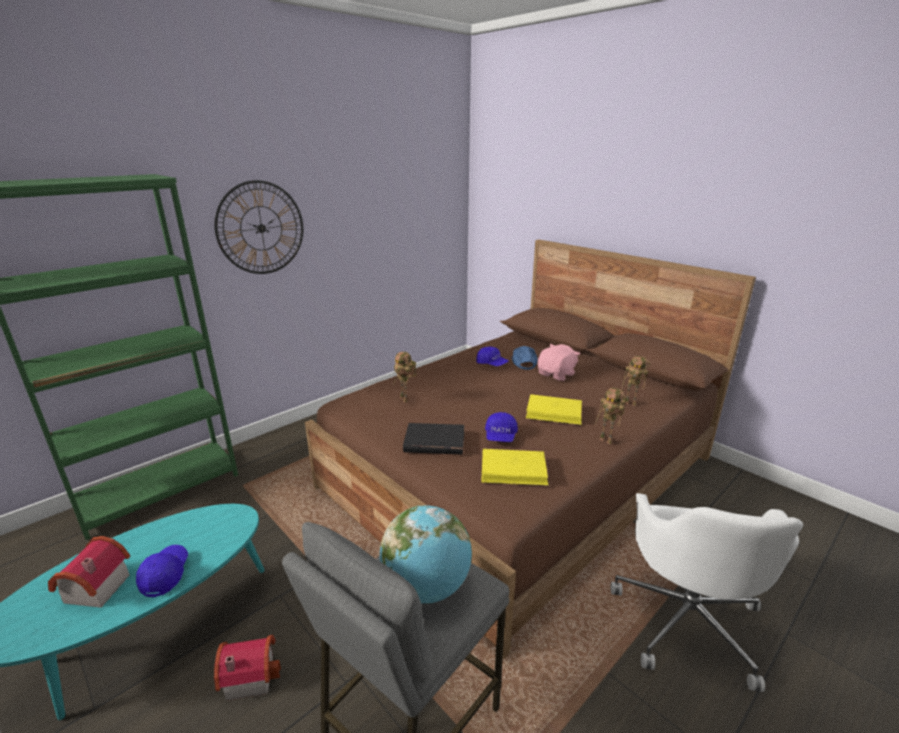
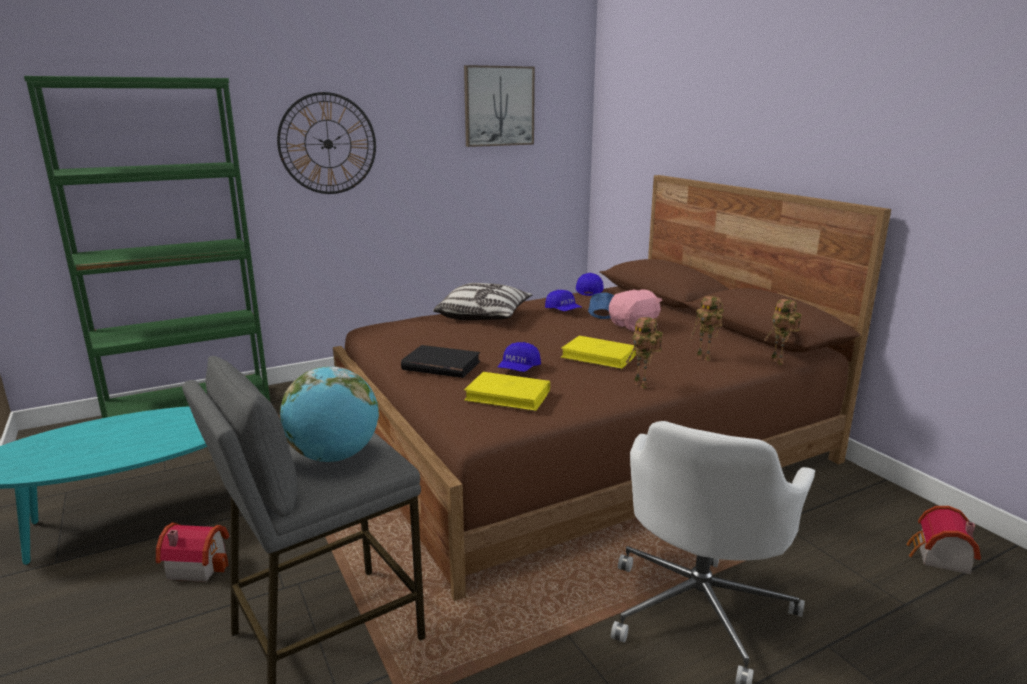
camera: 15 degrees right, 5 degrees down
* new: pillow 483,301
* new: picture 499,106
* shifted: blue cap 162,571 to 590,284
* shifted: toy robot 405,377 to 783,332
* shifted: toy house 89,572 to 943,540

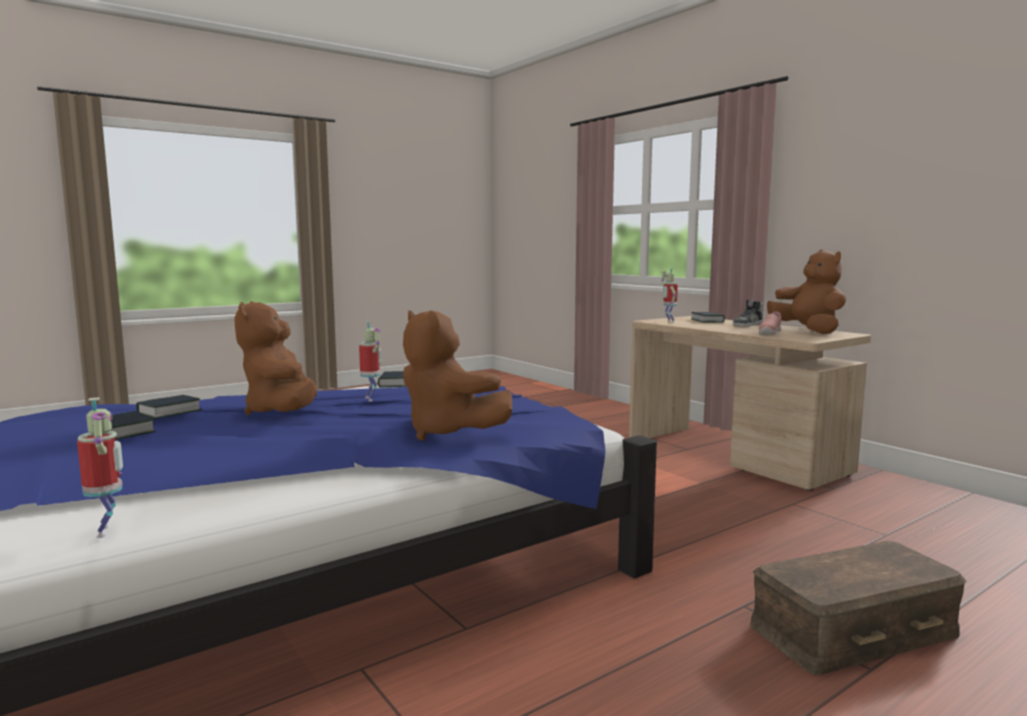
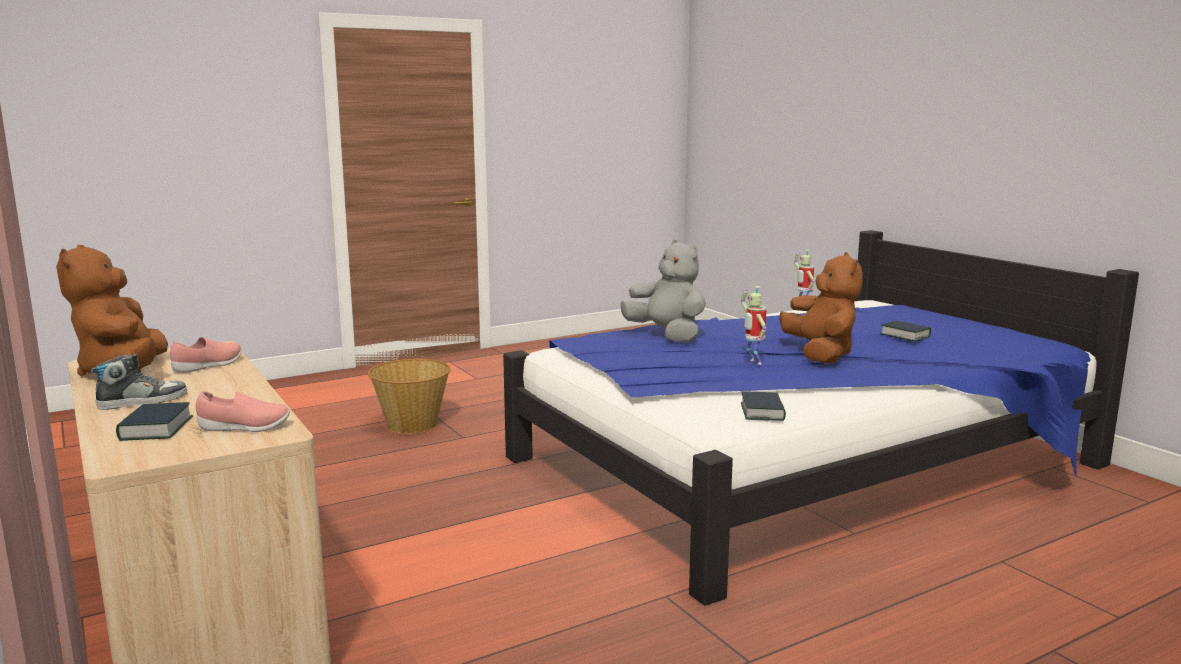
camera: 175 degrees left, 5 degrees up
* swapped: toy robot 669,295 to pink shoe 243,411
* swapped: brown storage box 858,608 to basket 409,396
* repainted: brown plush toy 457,375 to grey plush toy 663,290
* gone: book 169,407

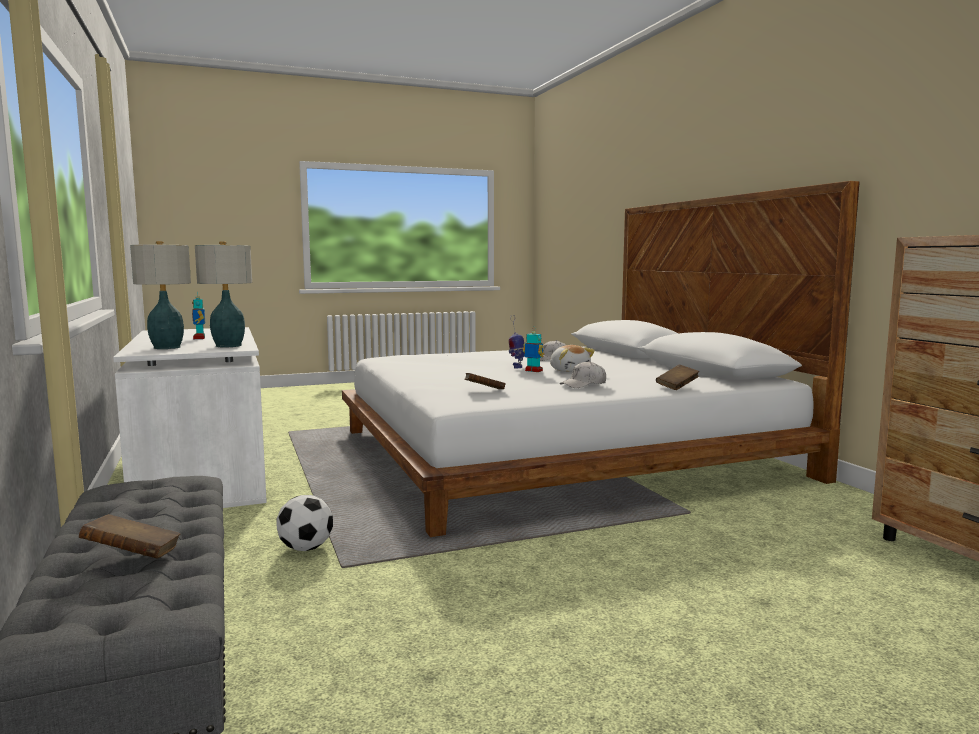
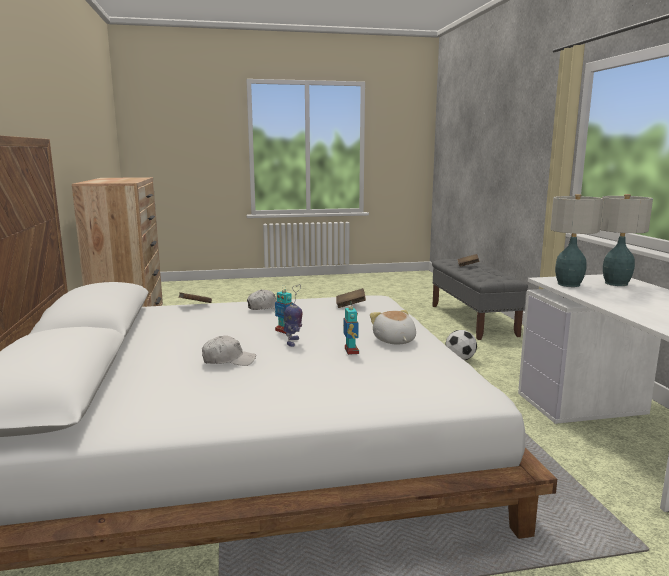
camera: 170 degrees left, 5 degrees up
* shifted: toy robot 198,315 to 351,328
* shifted: plush toy 572,358 to 393,327

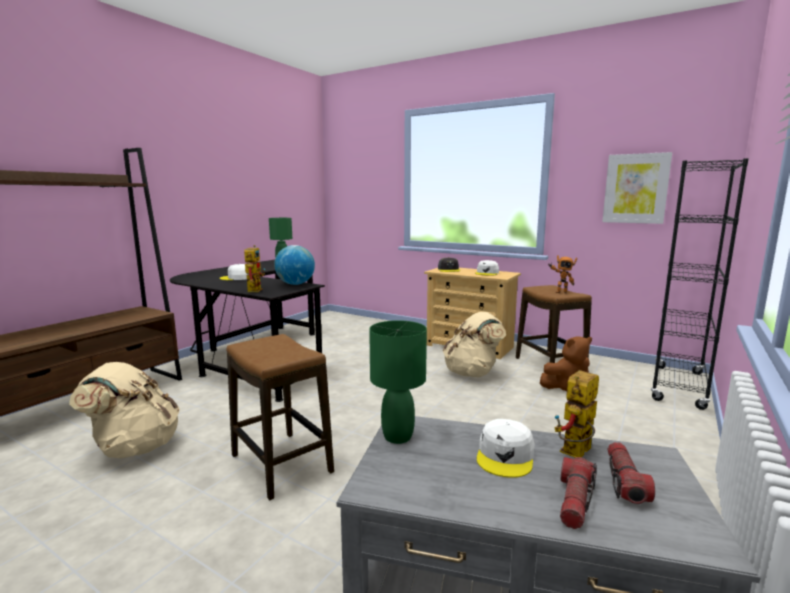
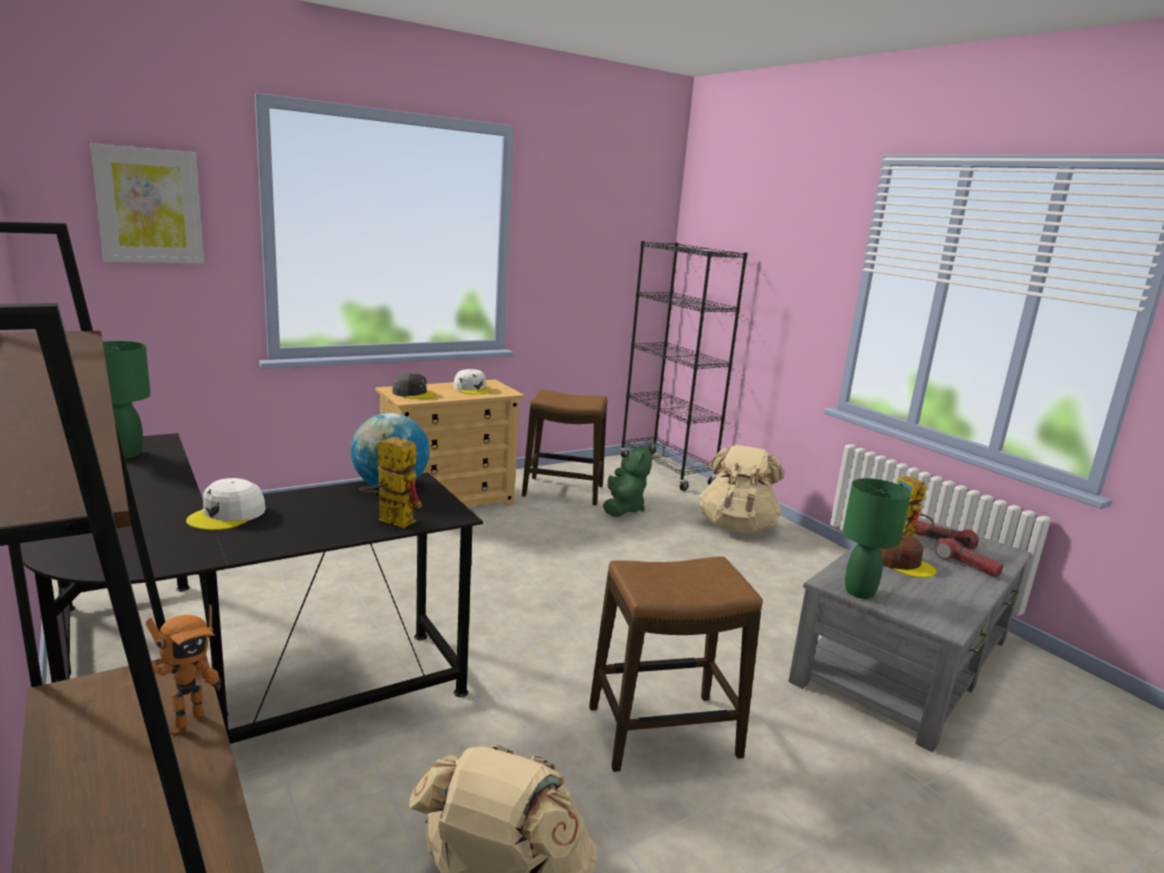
camera: 65 degrees left, 5 degrees up
* shifted: picture 637,188 to 147,203
* shifted: toy robot 562,274 to 175,671
* repainted: brown plush toy 566,363 to green plush toy 627,481
* shifted: beige backpack 474,344 to 742,489
* repainted: white cap 506,448 to brown cap 908,556

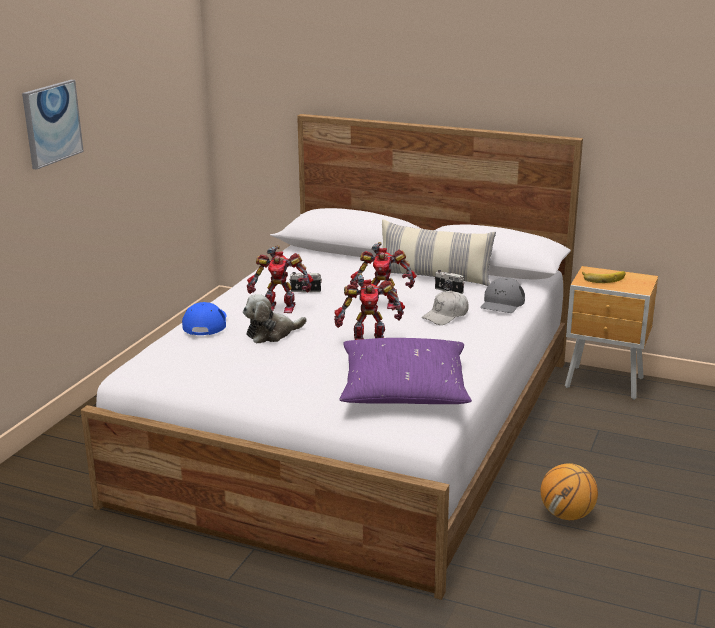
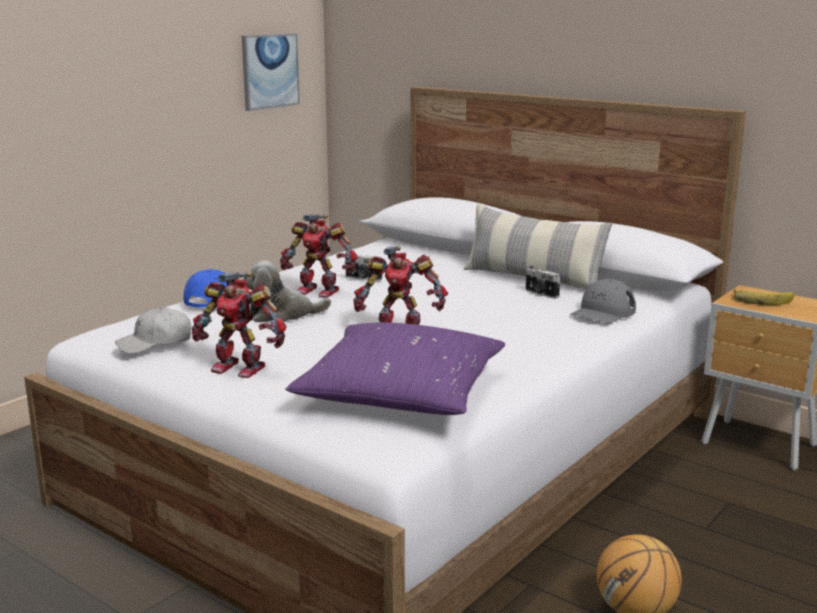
camera: 15 degrees right, 5 degrees down
* shifted: white cap 445,308 to 153,330
* shifted: toy robot 383,275 to 239,325
* shifted: picture 53,125 to 271,72

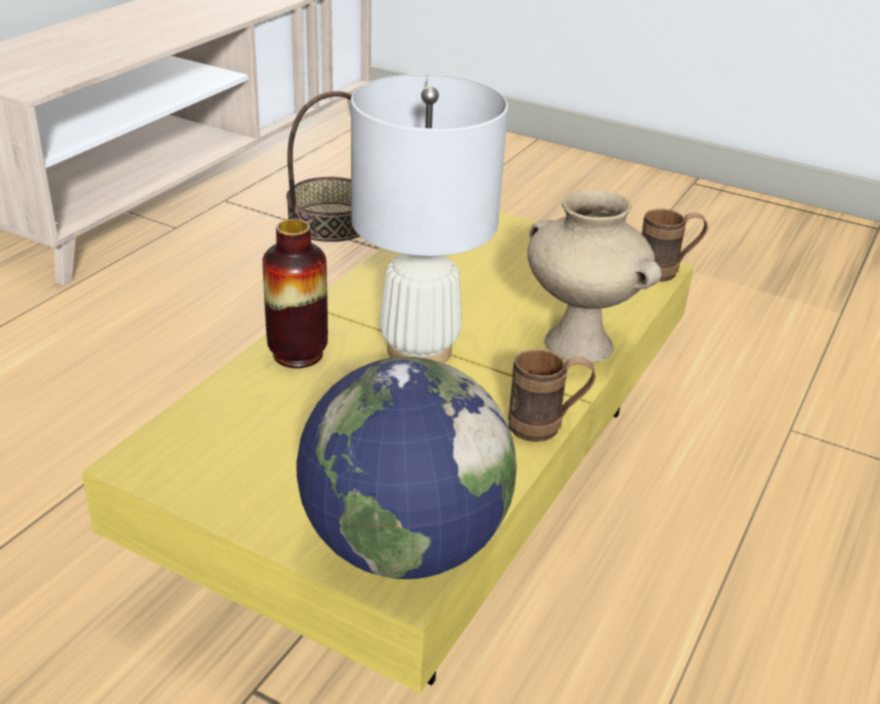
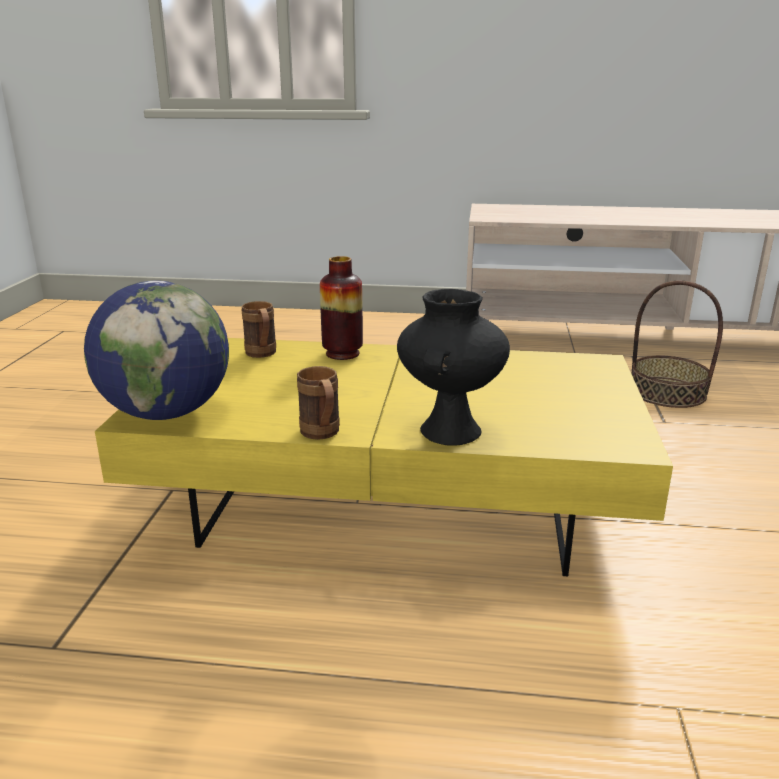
camera: 70 degrees right, 10 degrees down
* shifted: brown mug 675,245 to 259,329
* repainted: beige vase 594,276 to black vase 453,367
* gone: white table lamp 429,218

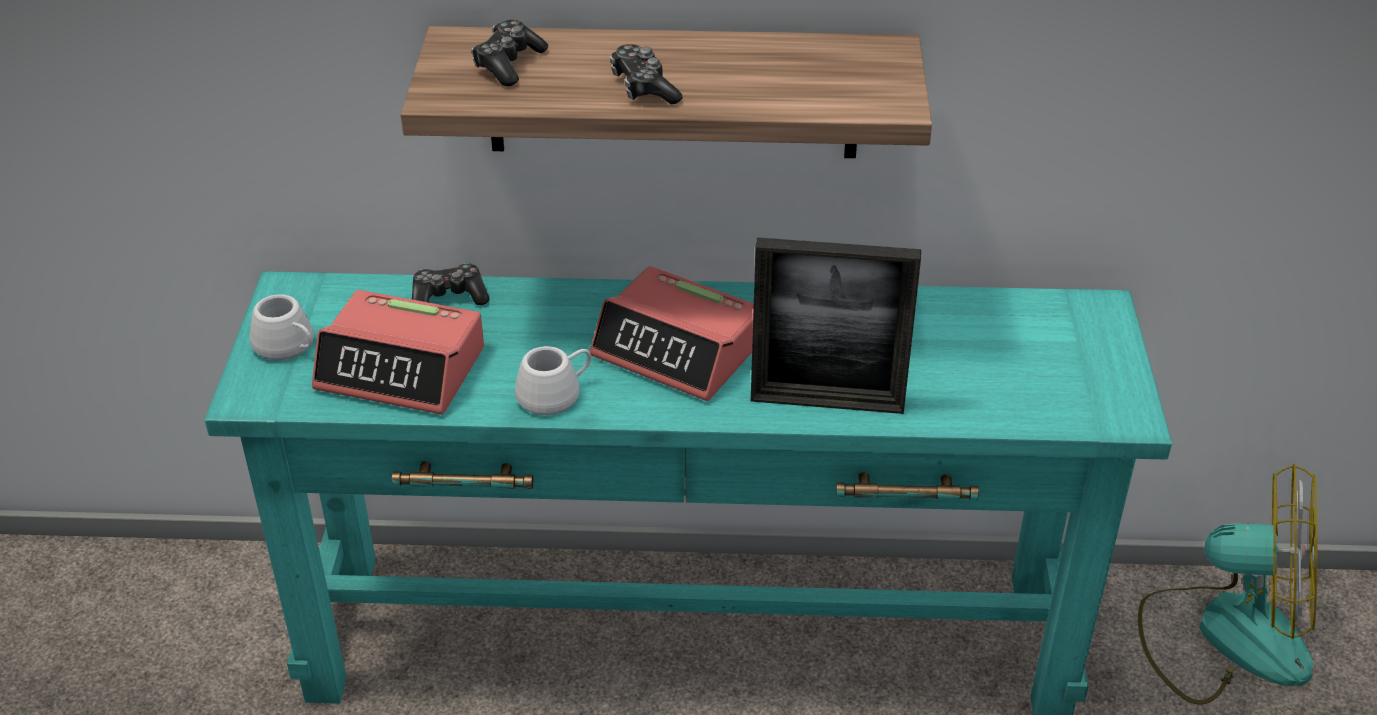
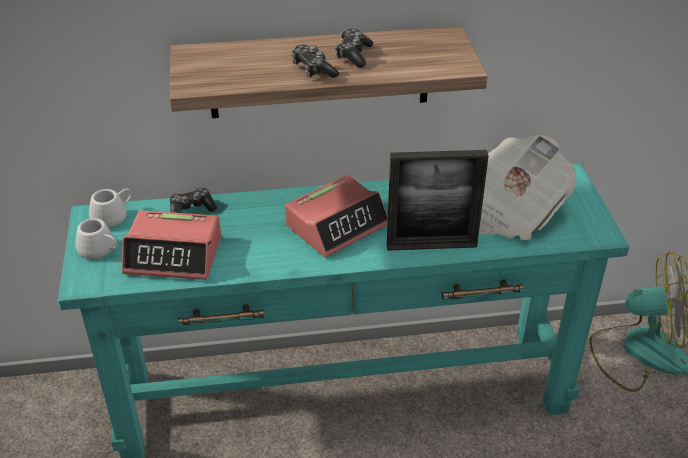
camera: 10 degrees left, 0 degrees up
* shifted: white mug 553,380 to 110,208
* rotated: alarm clock 672,333 = 336,216 60 degrees counterclockwise
* shifted: game controller 509,53 to 354,48
* new: newspaper 527,187

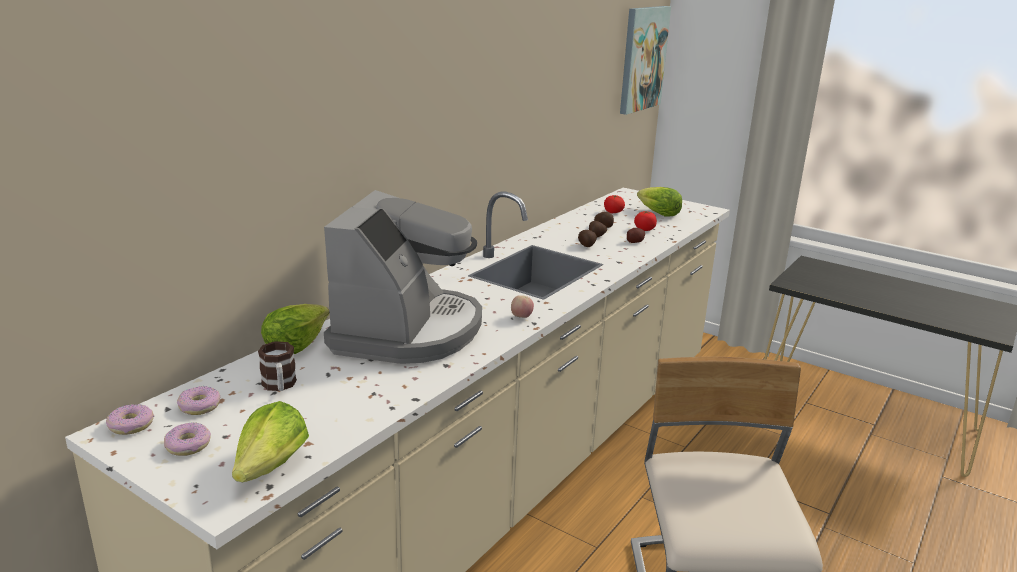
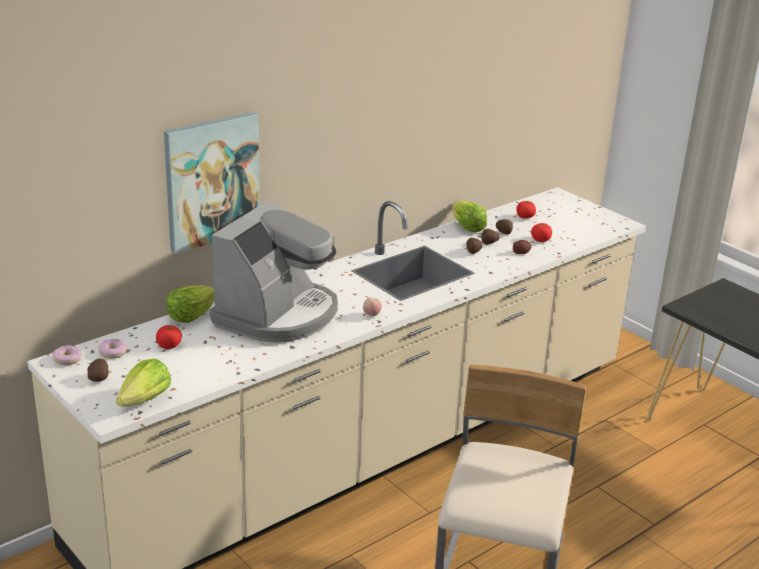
camera: 15 degrees right, 5 degrees up
* swapped: donut 187,439 to potato 98,370
* swapped: mug 277,366 to tomato 169,337
* shifted: picture 645,60 to 212,183
* shifted: lettuce 659,202 to 470,216

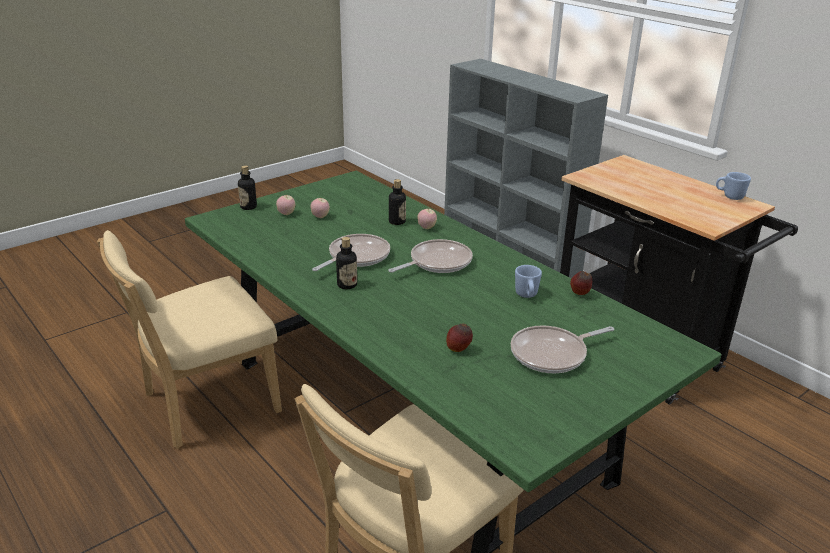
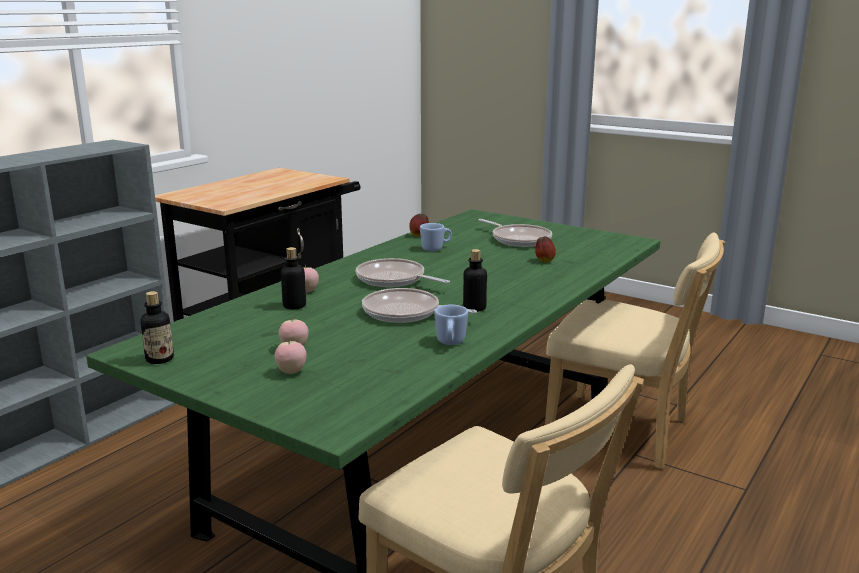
camera: 105 degrees left, 10 degrees down
* shifted: bottle 247,188 to 157,327
* shifted: blue mug 733,186 to 451,325

